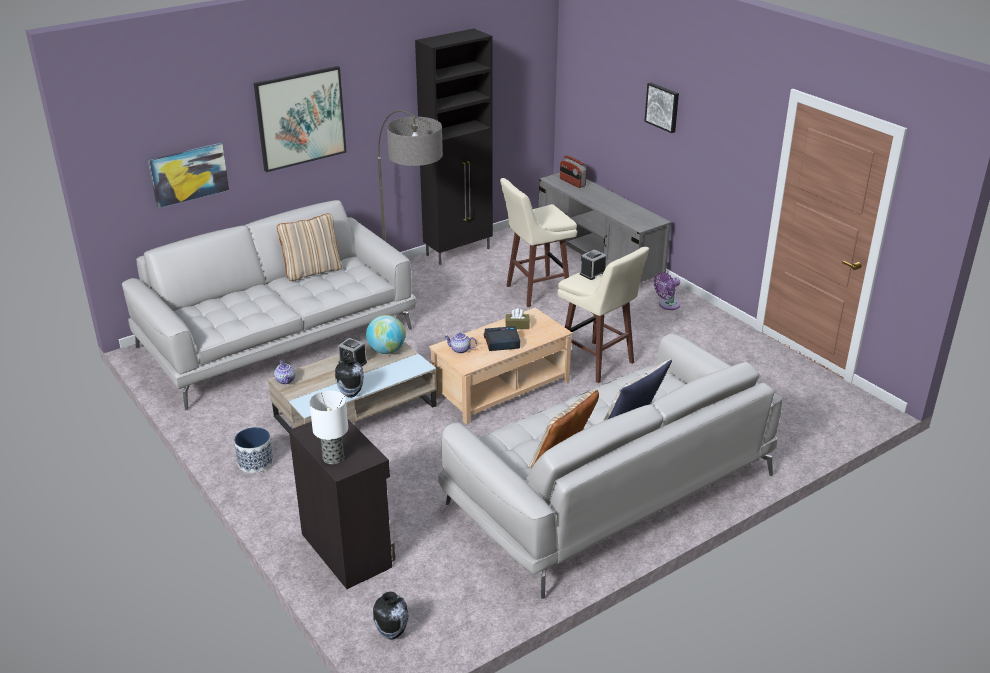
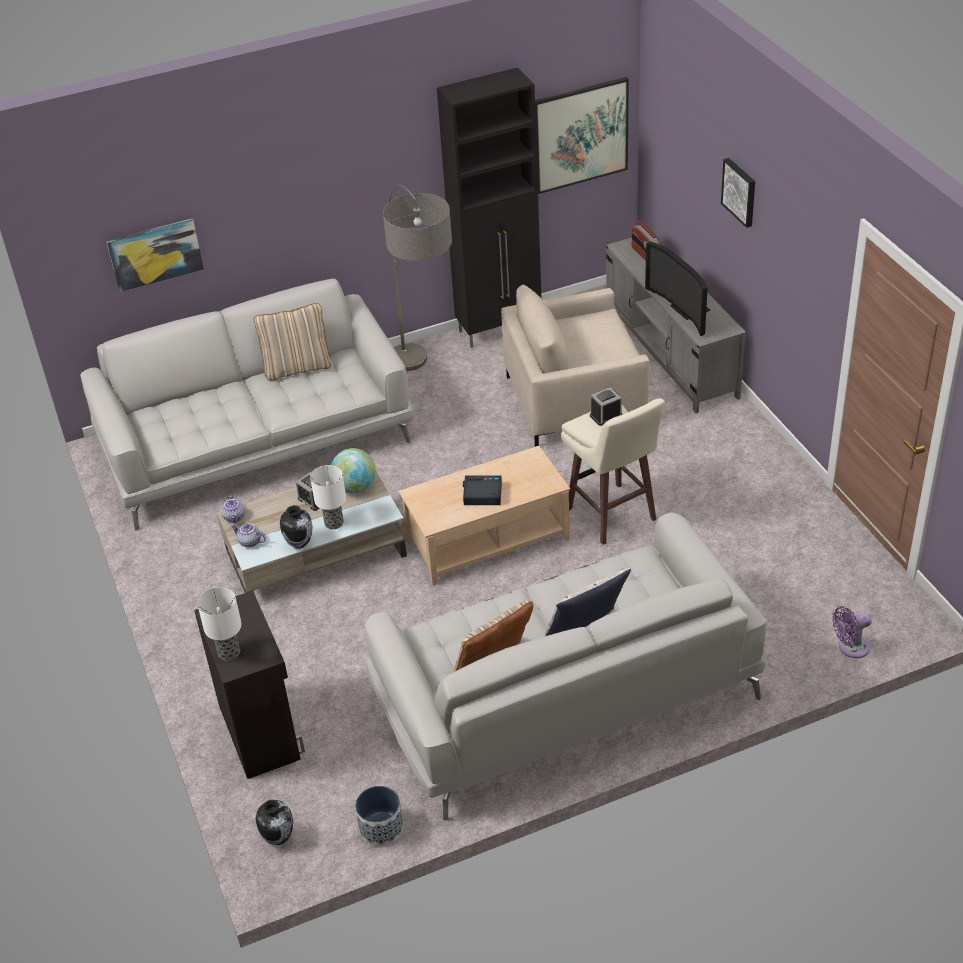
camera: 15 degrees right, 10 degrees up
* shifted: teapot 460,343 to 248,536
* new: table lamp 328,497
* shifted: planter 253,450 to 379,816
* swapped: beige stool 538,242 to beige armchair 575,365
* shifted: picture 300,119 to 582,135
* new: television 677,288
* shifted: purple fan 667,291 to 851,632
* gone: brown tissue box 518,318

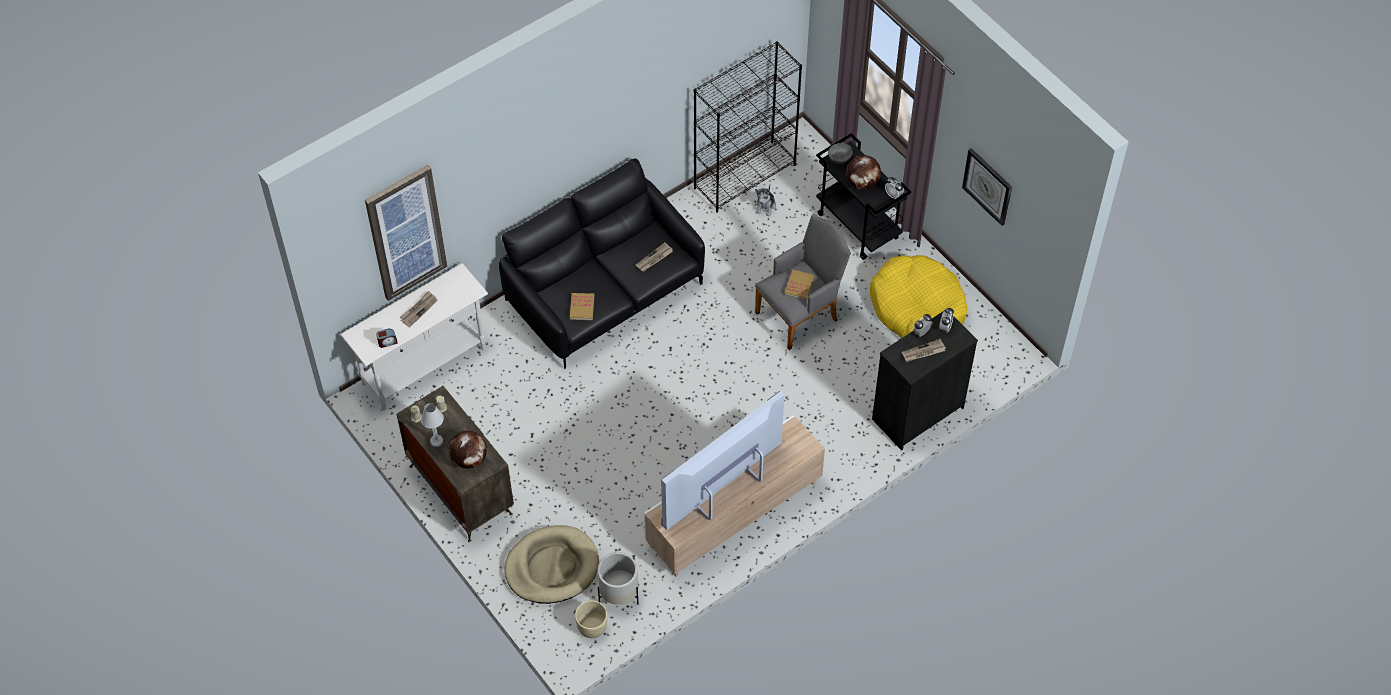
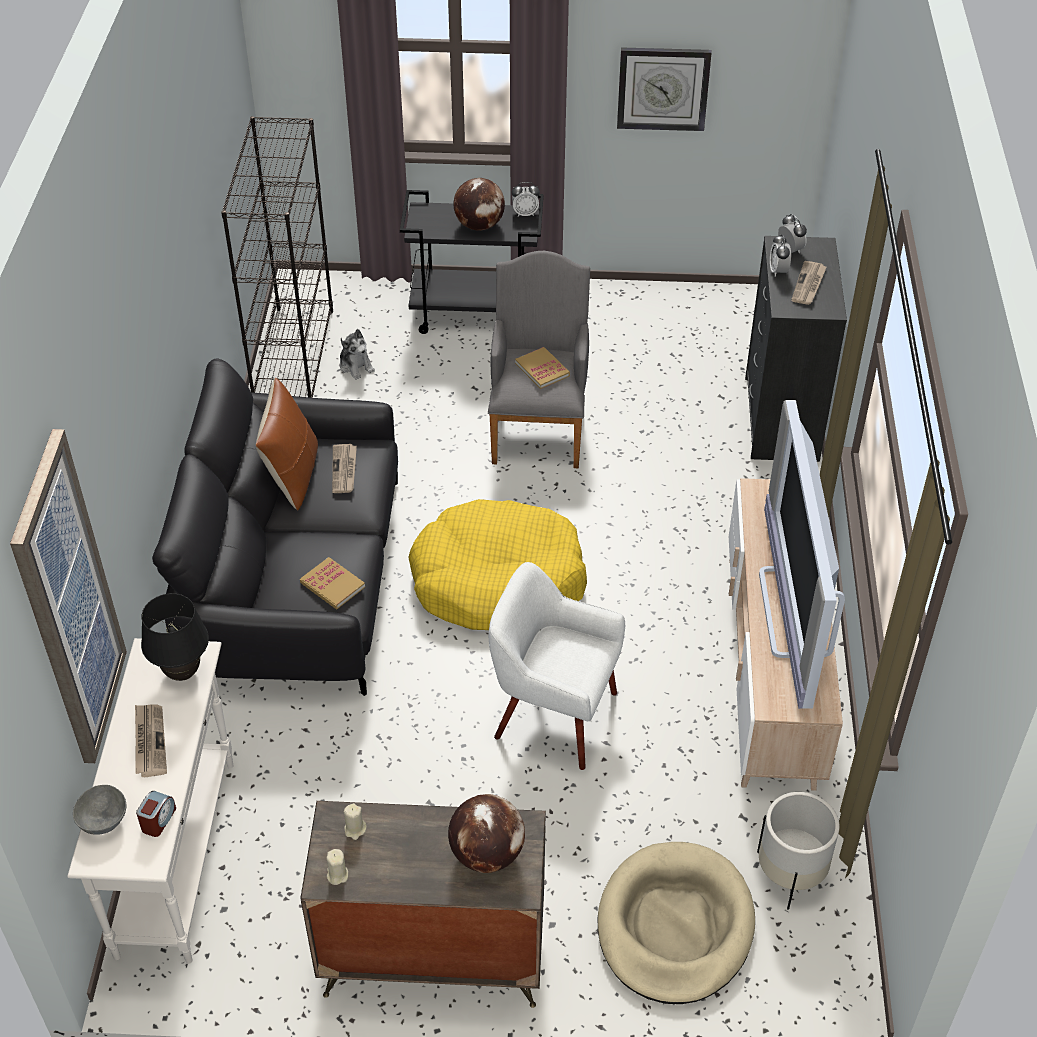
camera: 50 degrees left, 10 degrees down
* shifted: grey bowl 840,153 to 100,810
* new: black table lamp 175,637
* new: brown pillow 287,443
* shifted: yellow dog bed 918,296 to 497,564
* new: white armchair 557,666
* gone: white table lamp 432,425
* gone: beige planter 591,619

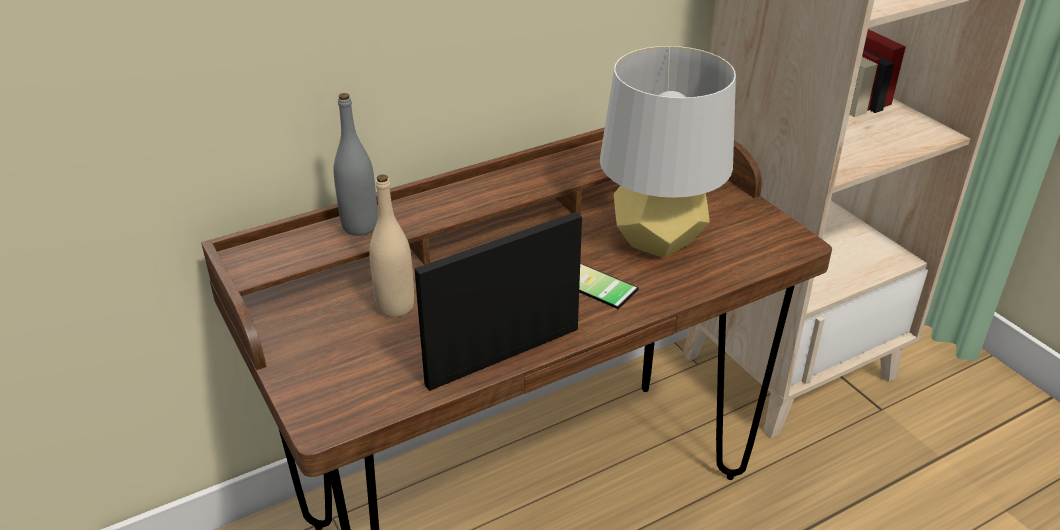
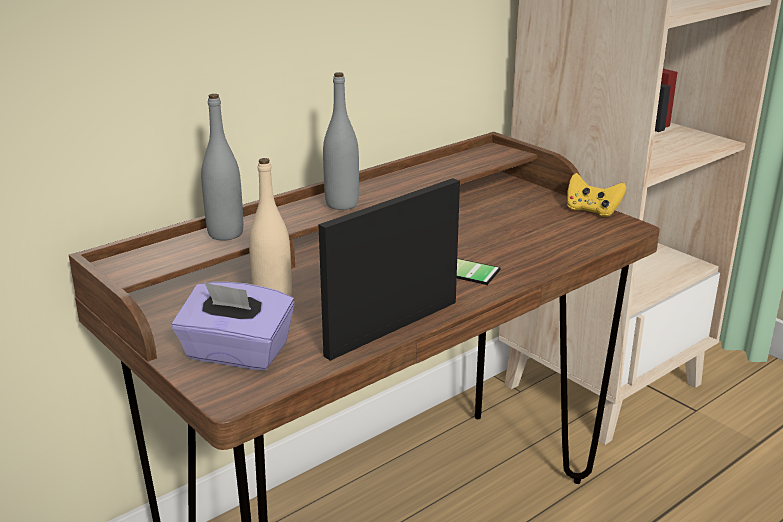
camera: 10 degrees left, 10 degrees down
* new: purple tissue box 233,326
* new: grey bottle 341,141
* new: yellow game controller 597,195
* gone: grey table lamp 668,152

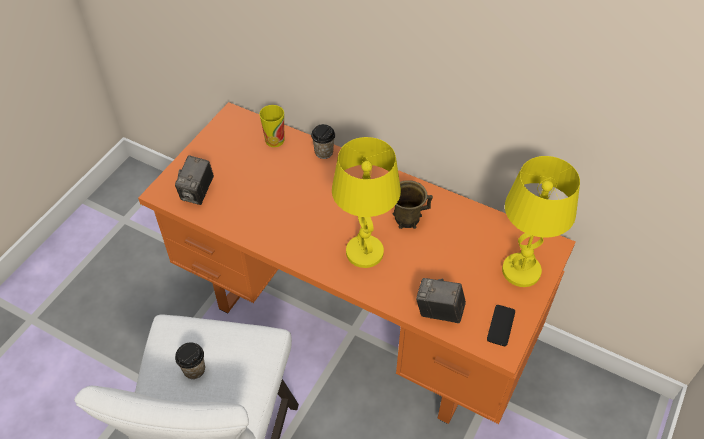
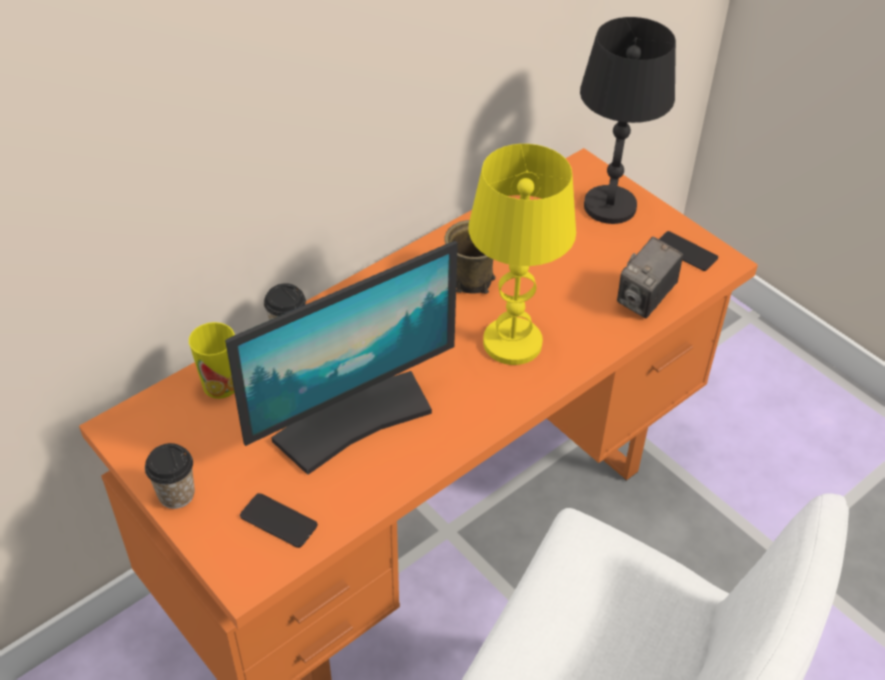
camera: 70 degrees left, 5 degrees down
* shifted: cup 190,360 to 170,476
* new: monitor 341,358
* swapped: photo camera 194,180 to phone 279,520
* repainted: yellow table lamp 541,221 to black table lamp 628,120

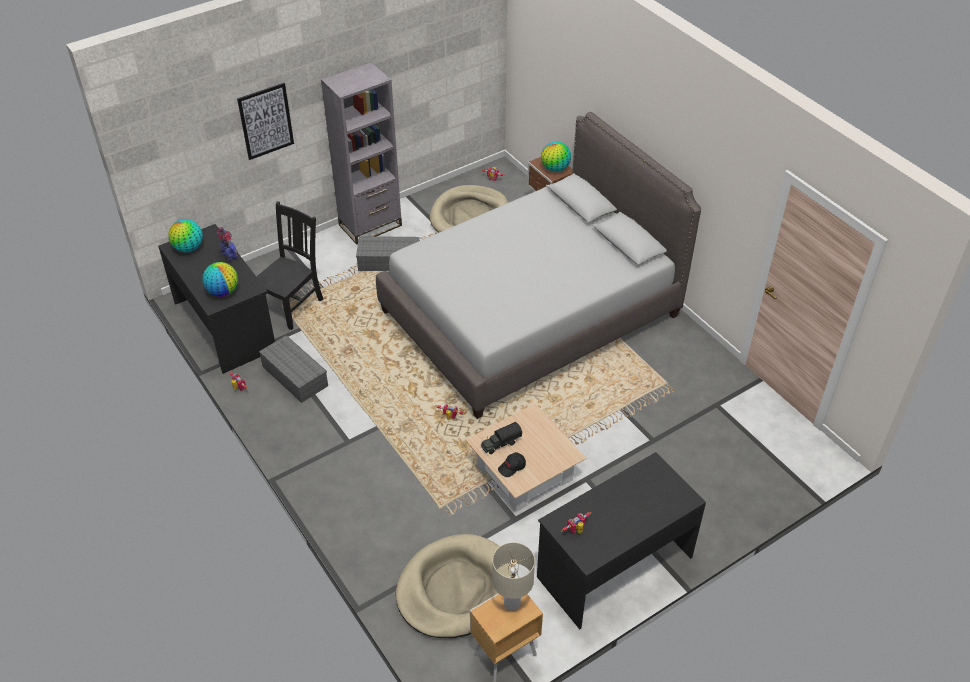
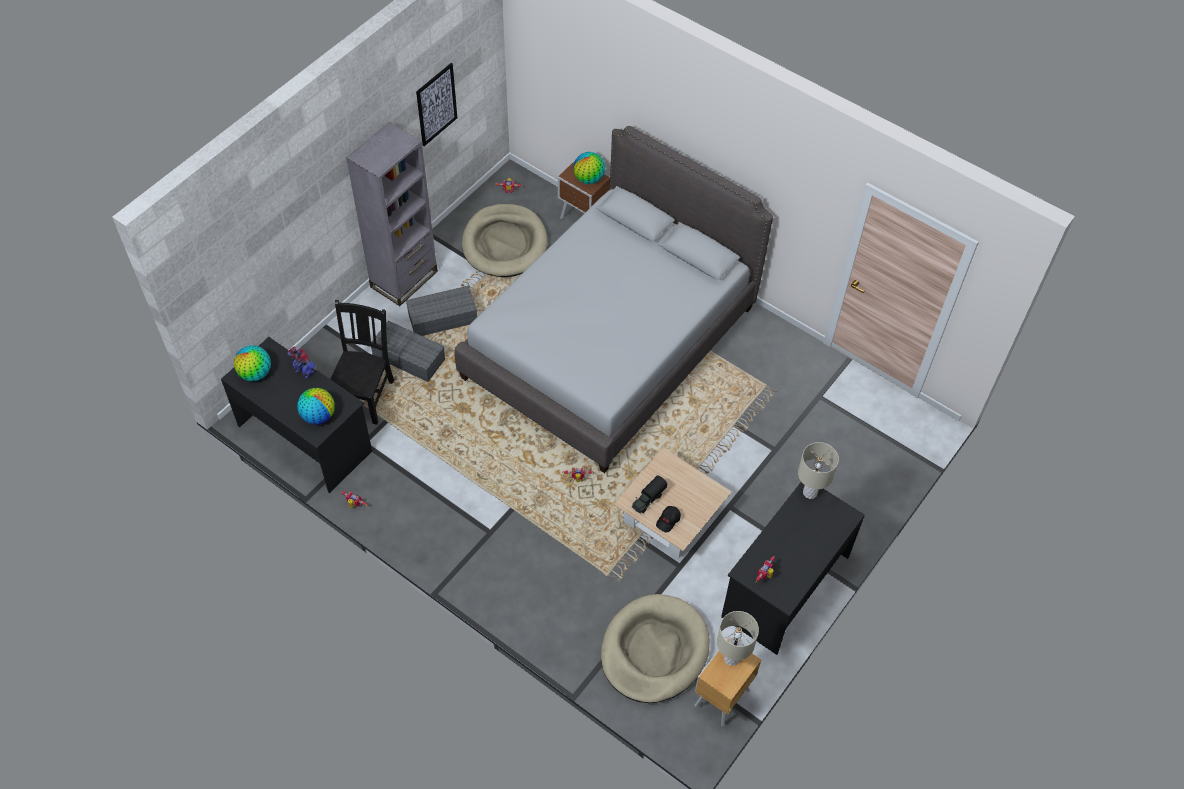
camera: 20 degrees left, 10 degrees up
* shifted: grey storage box 293,369 to 408,351
* shifted: picture 265,121 to 436,104
* new: beige table lamp 818,470

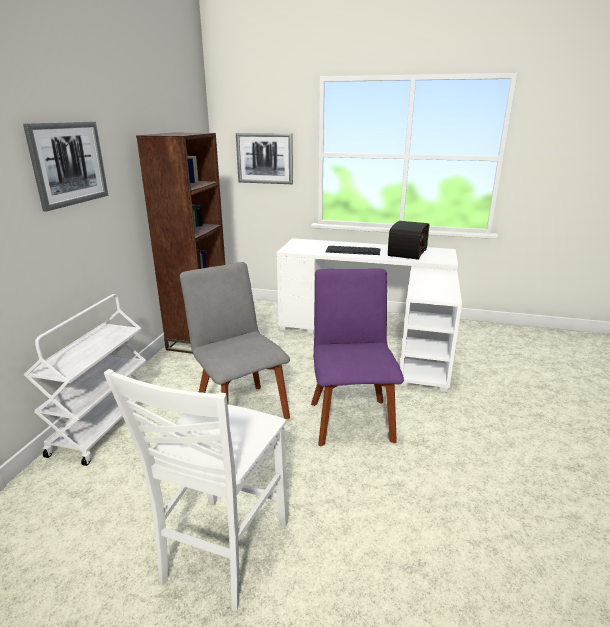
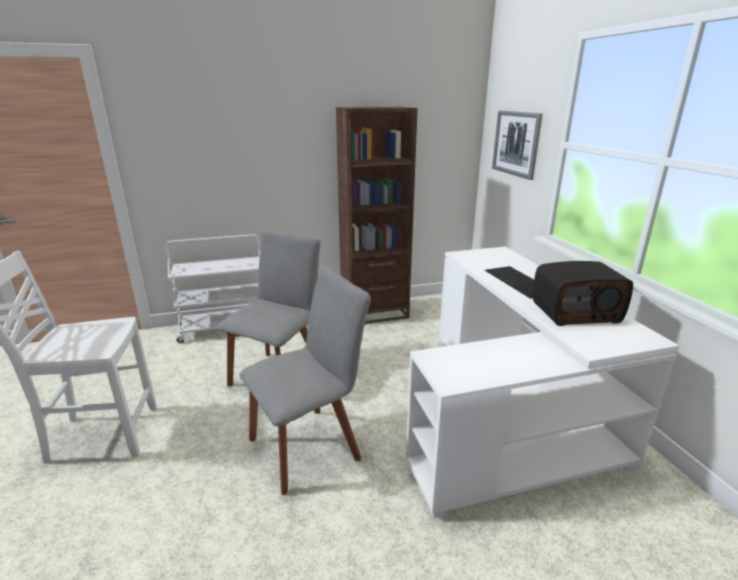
camera: 60 degrees right, 0 degrees up
* repainted: purple chair 357,357 to grey chair 305,380
* gone: picture 66,166

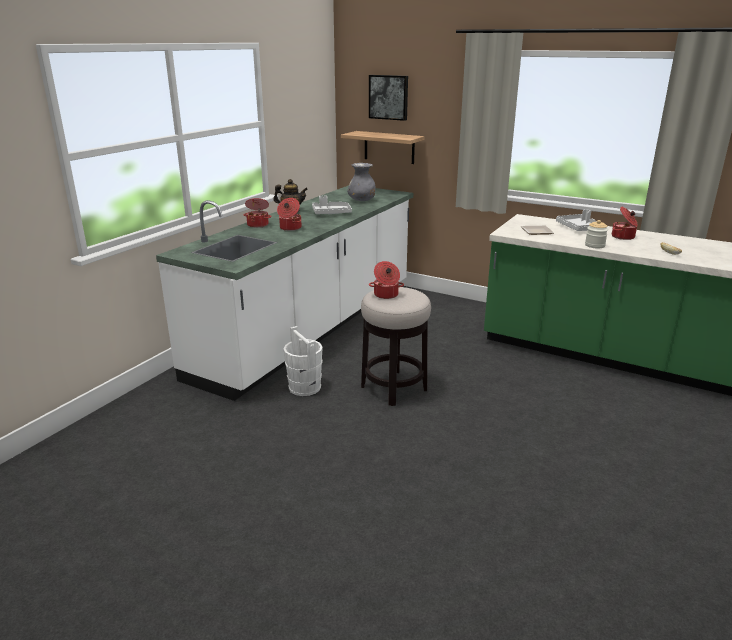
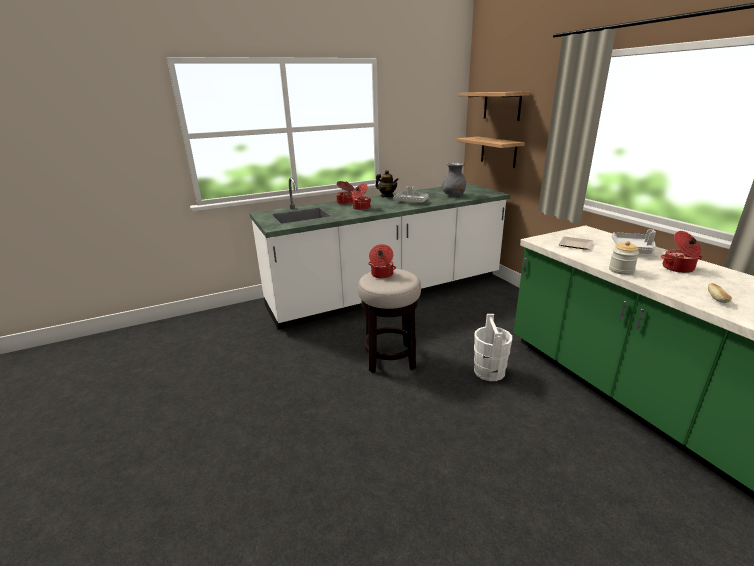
camera: 35 degrees right, 0 degrees up
* swapped: picture 388,98 to shelf 494,106
* shifted: white bucket 303,361 to 493,347

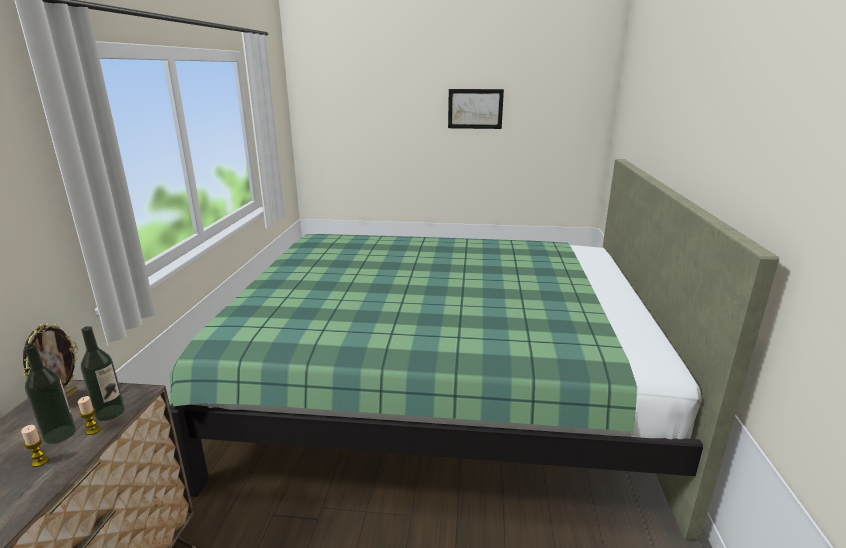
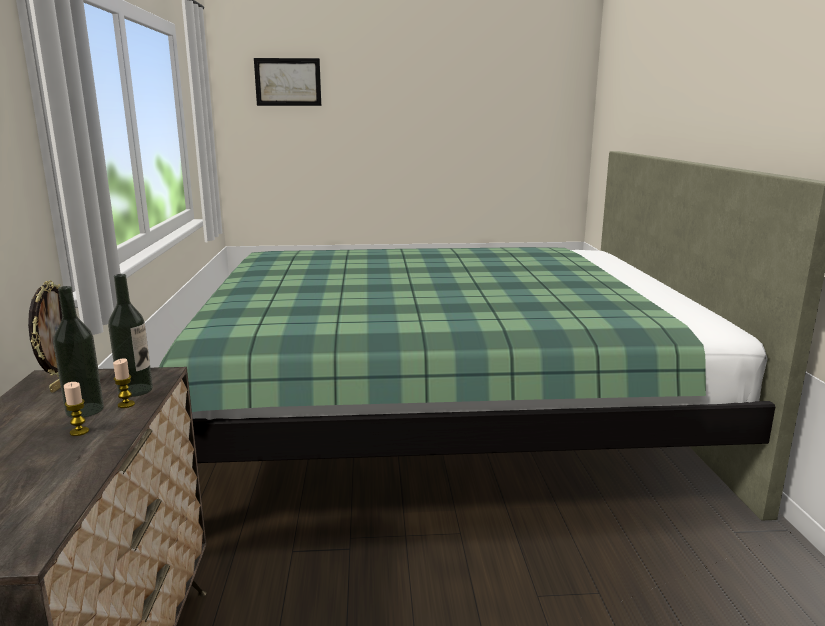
camera: 10 degrees left, 5 degrees down
* shifted: picture 476,109 to 287,82

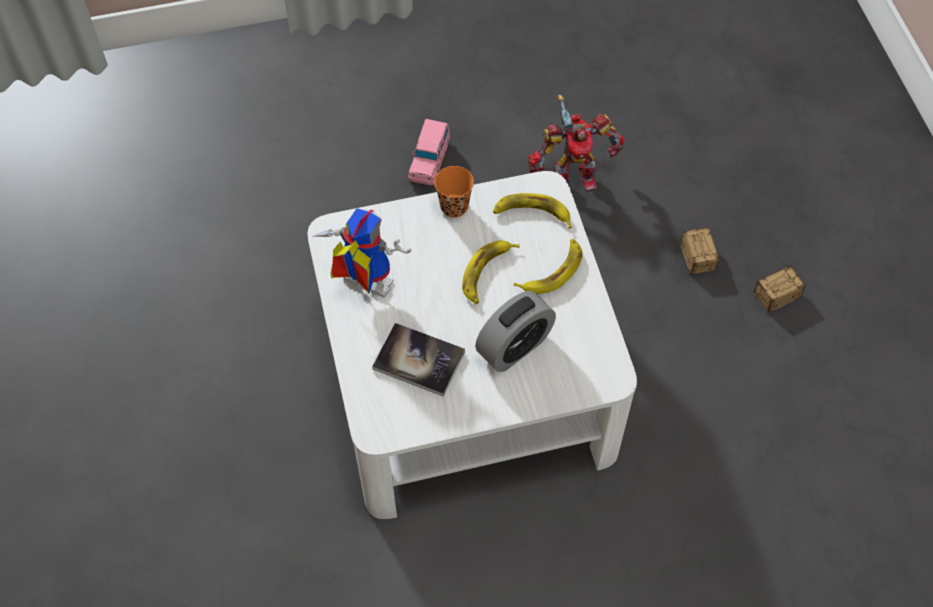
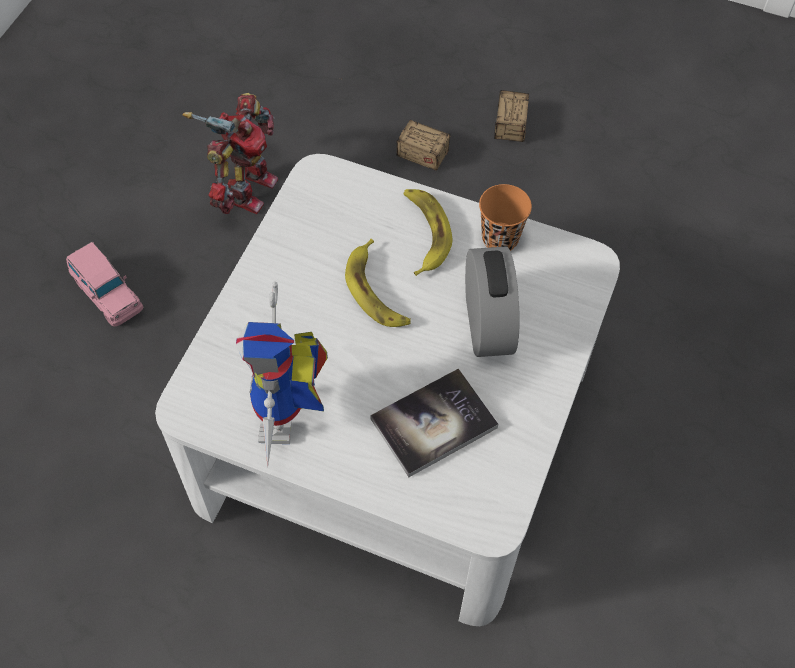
camera: 55 degrees left, 0 degrees up
* rotated: toy robot 361,253 = 282,374 60 degrees counterclockwise
* shifted: orange cup 454,192 to 505,217
* gone: banana 532,210

